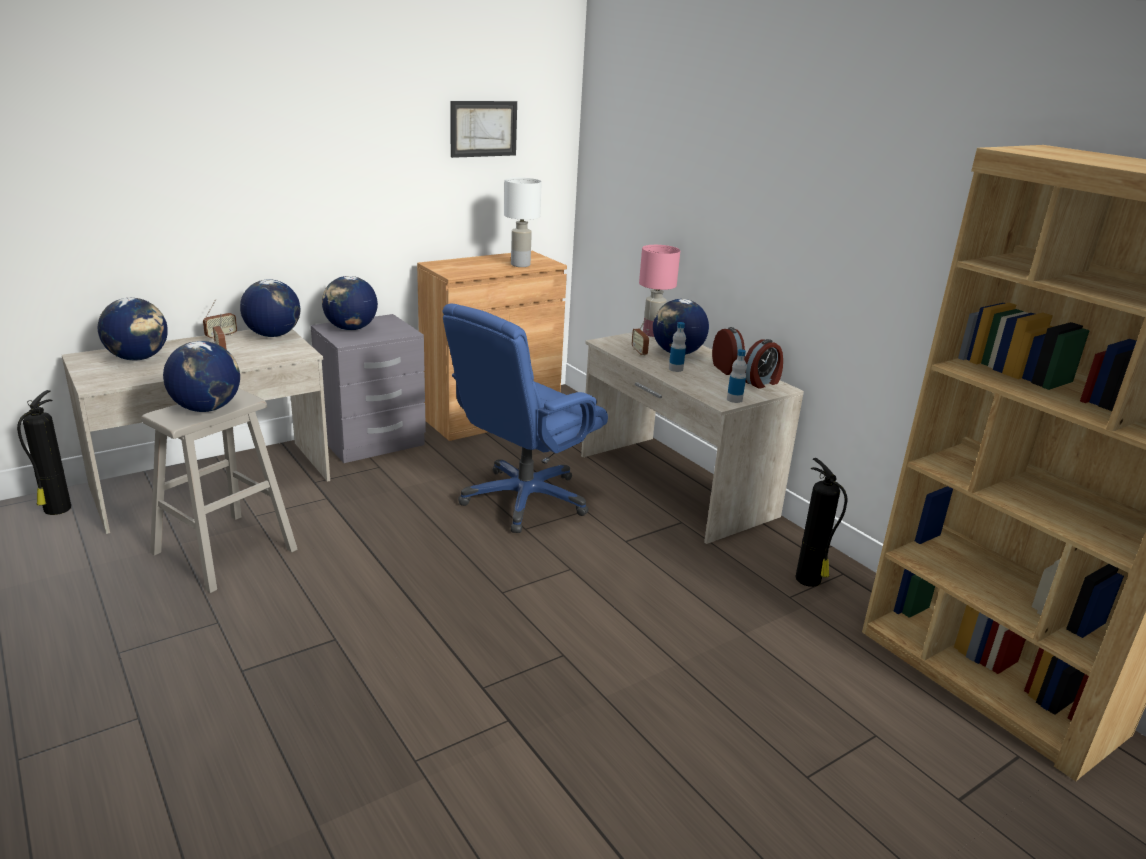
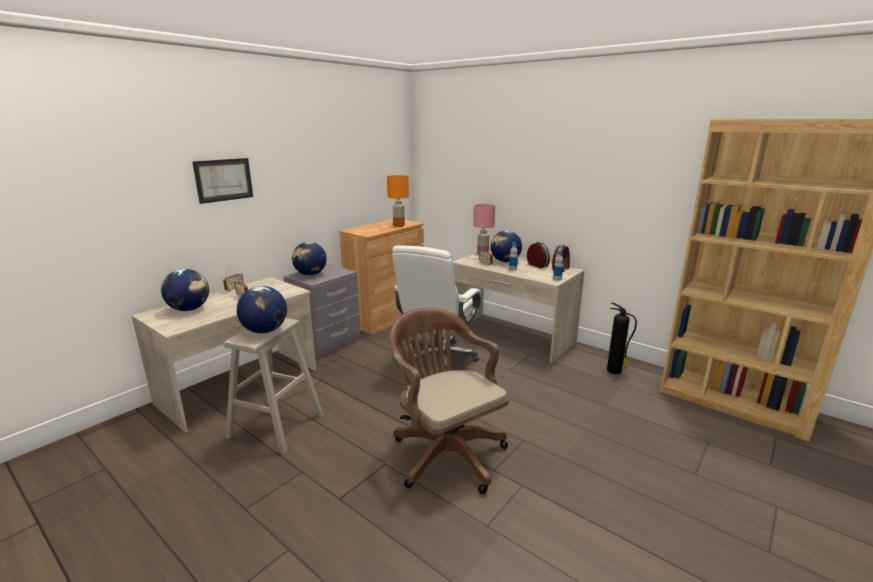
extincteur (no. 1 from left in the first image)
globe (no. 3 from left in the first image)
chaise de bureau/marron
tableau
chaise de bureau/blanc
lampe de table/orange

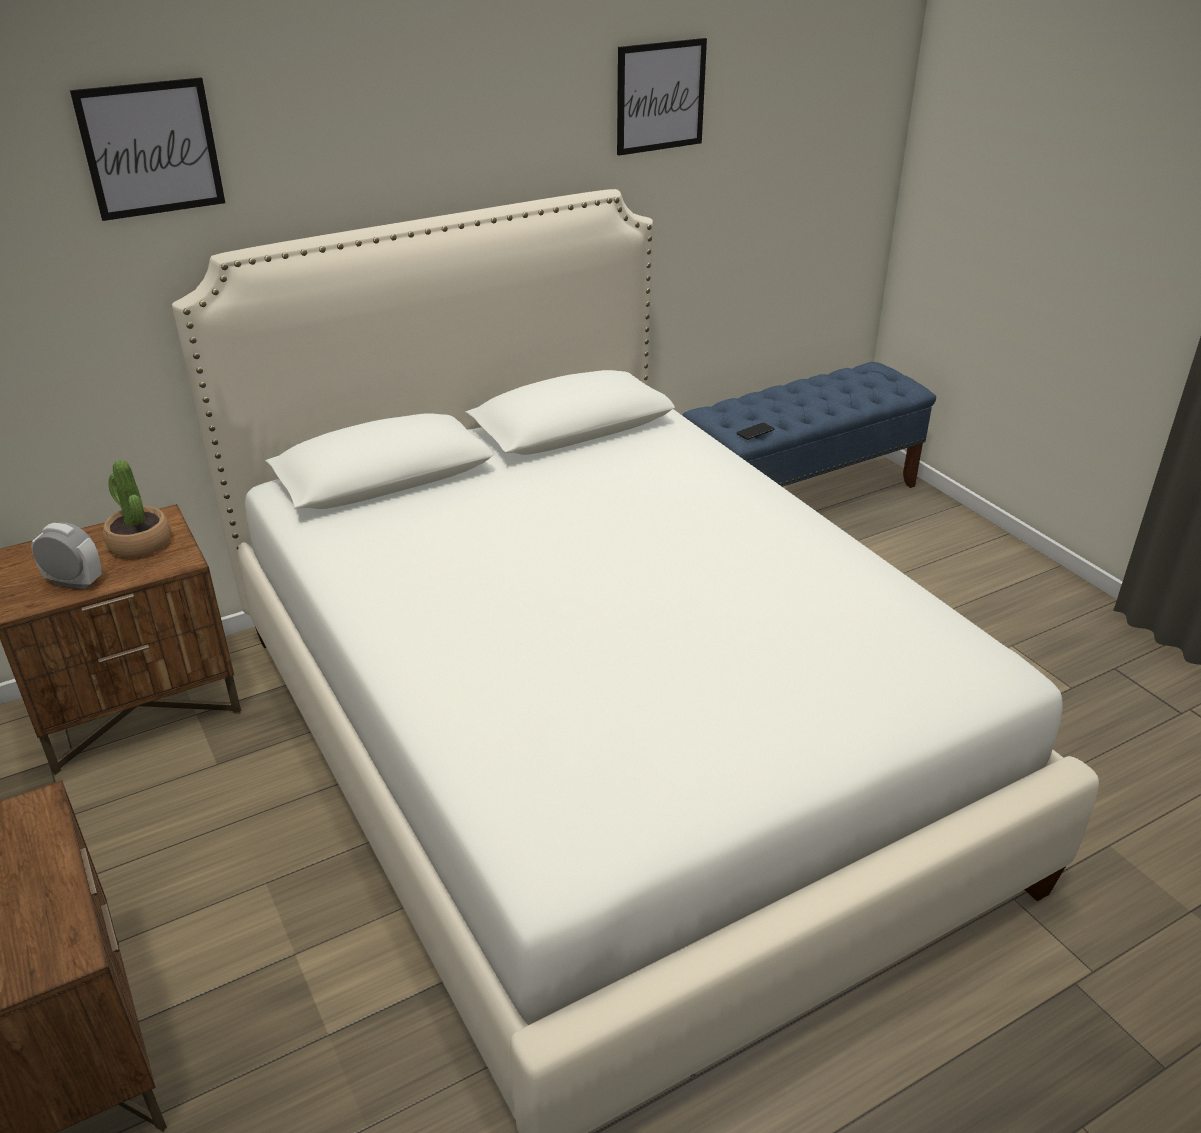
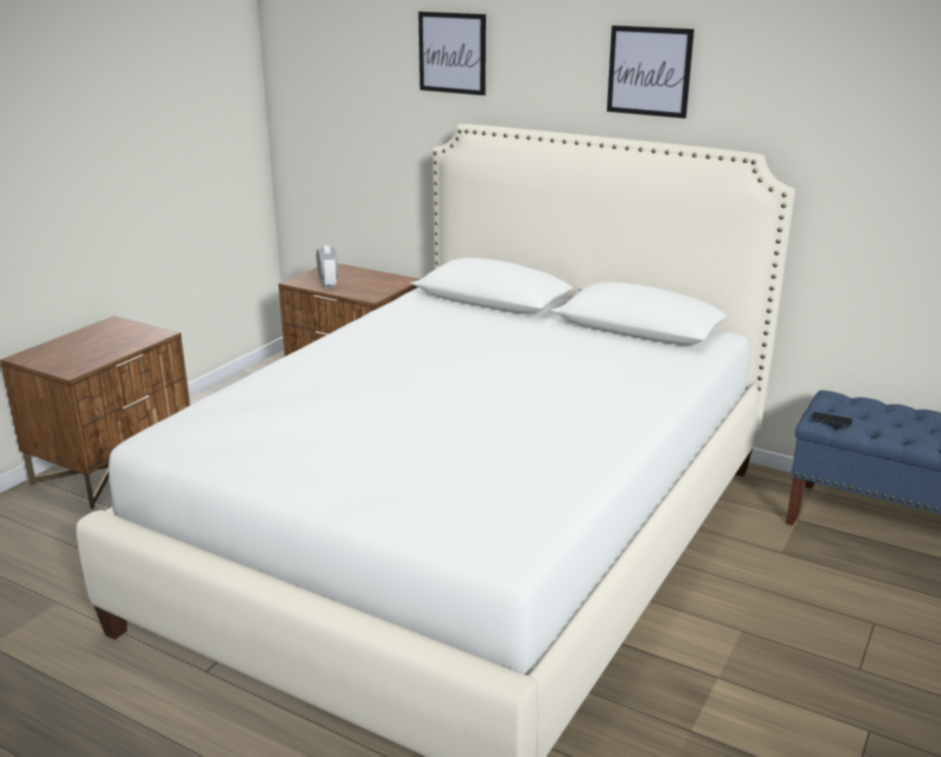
plante en pot
tableau (no. 2 from left)

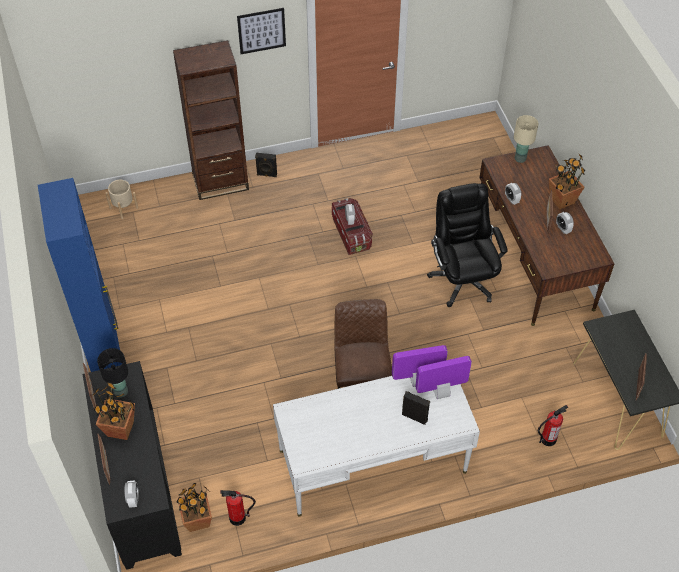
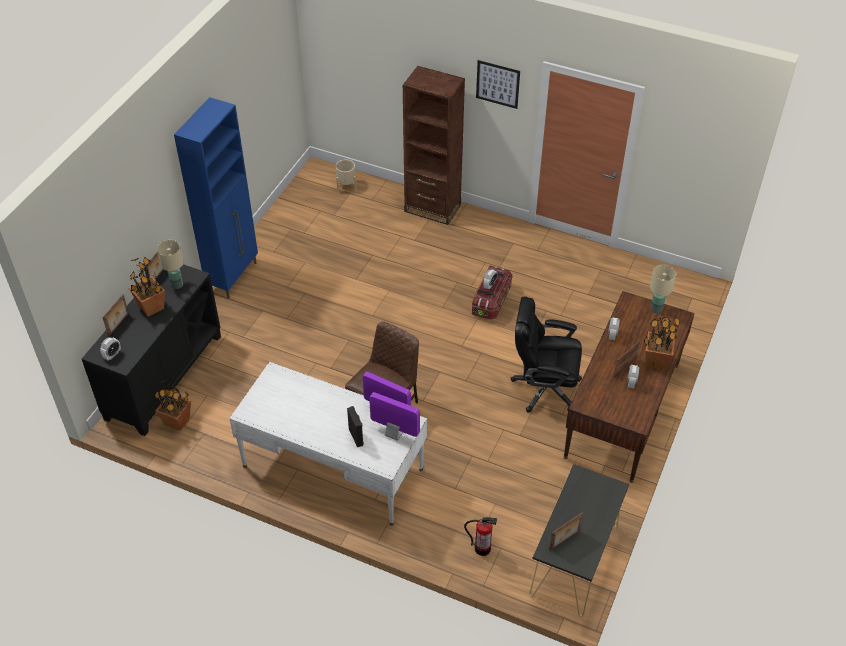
extincteur (no. 1 from left in the first image)
enceinte/noir (no. 1 from left in the first image)
lampe de table/beige (no. 1 from left)
chaise de bureau/noir

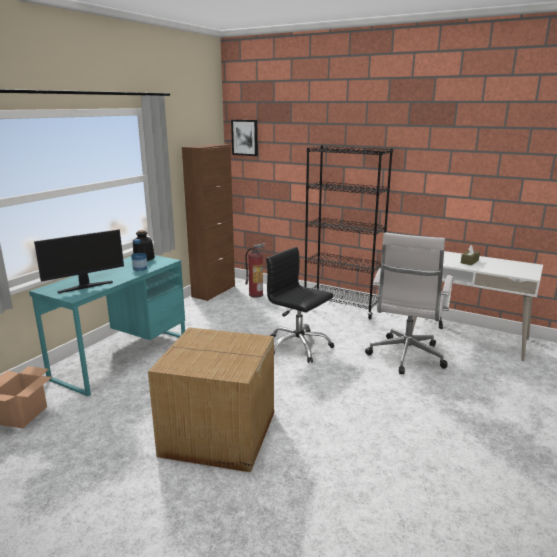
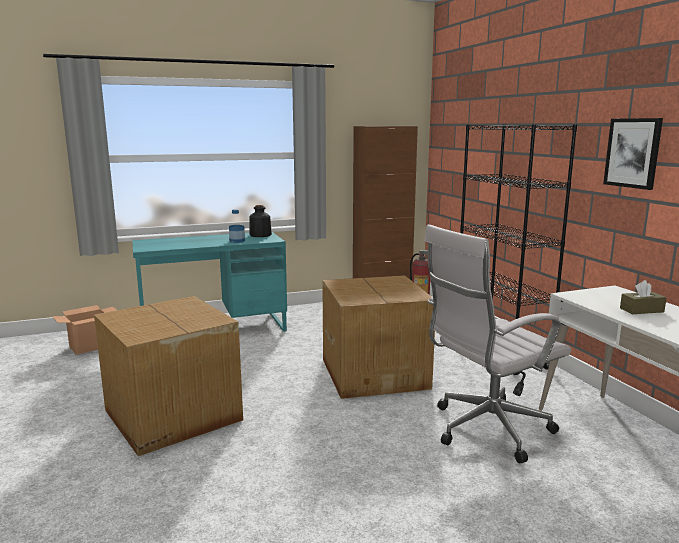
écran d'ordinateur
tableau
carton (no. 3 from left)

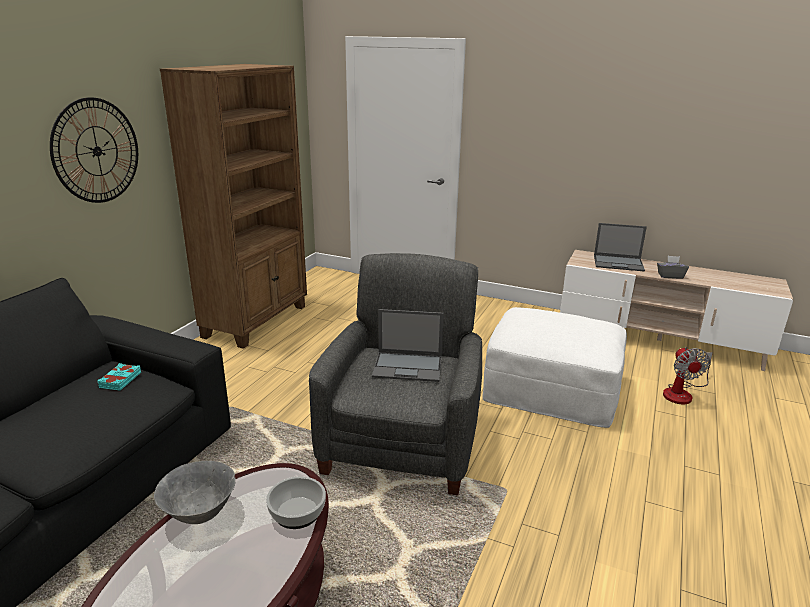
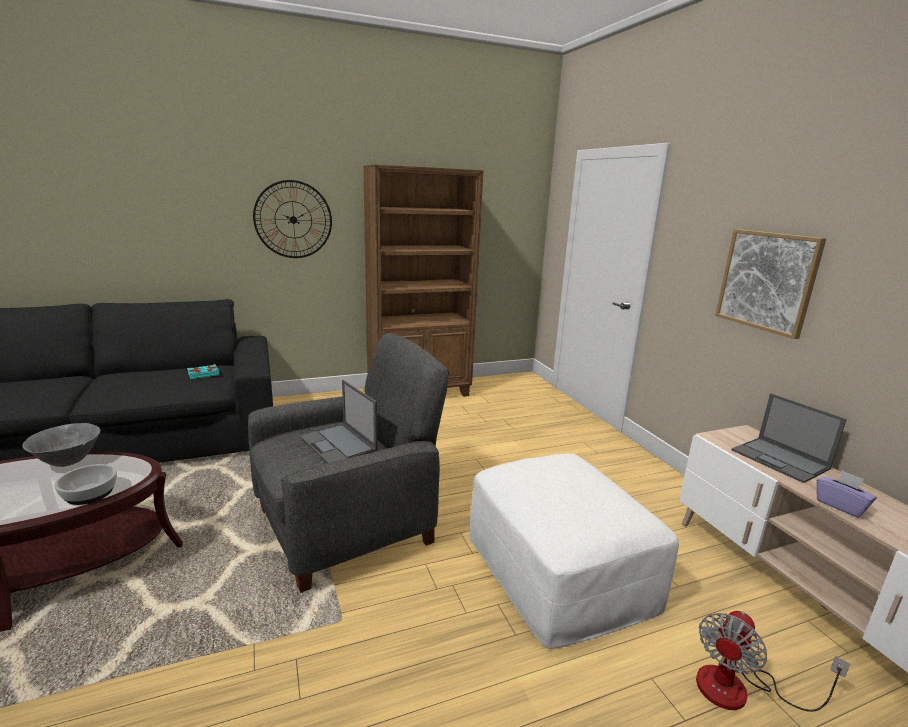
tableau
boîte à mouchoirs/violet

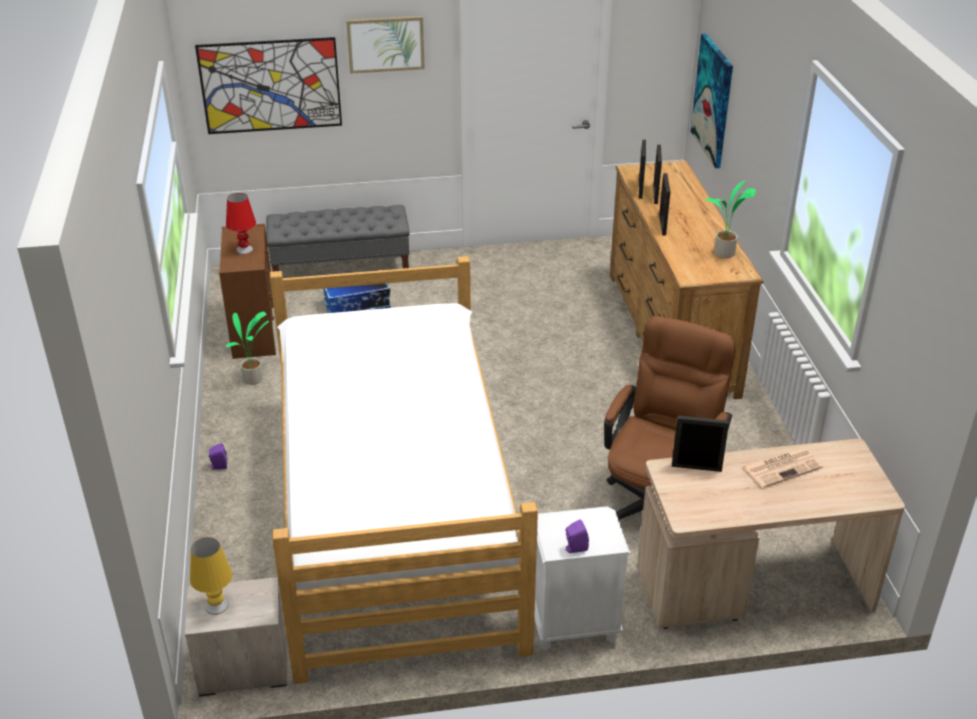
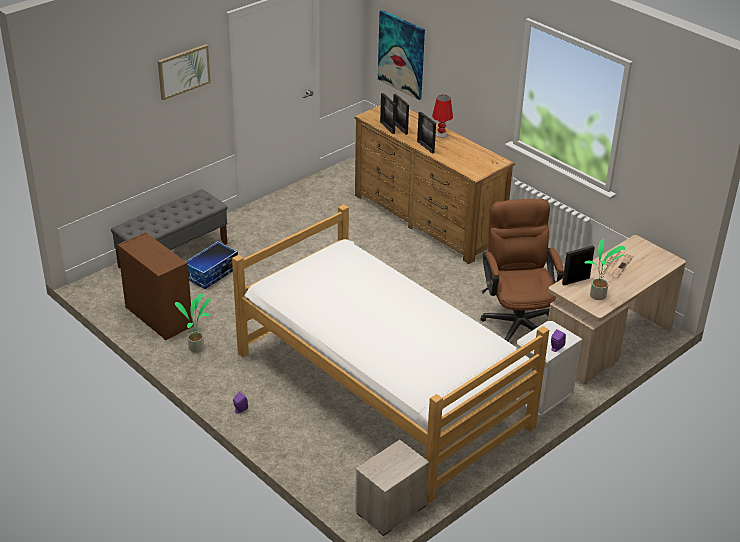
lampe de table/jaune
tableau (no. 1 from left in the first image)
lampe de table/rouge
plante en pot (no. 2 from left)

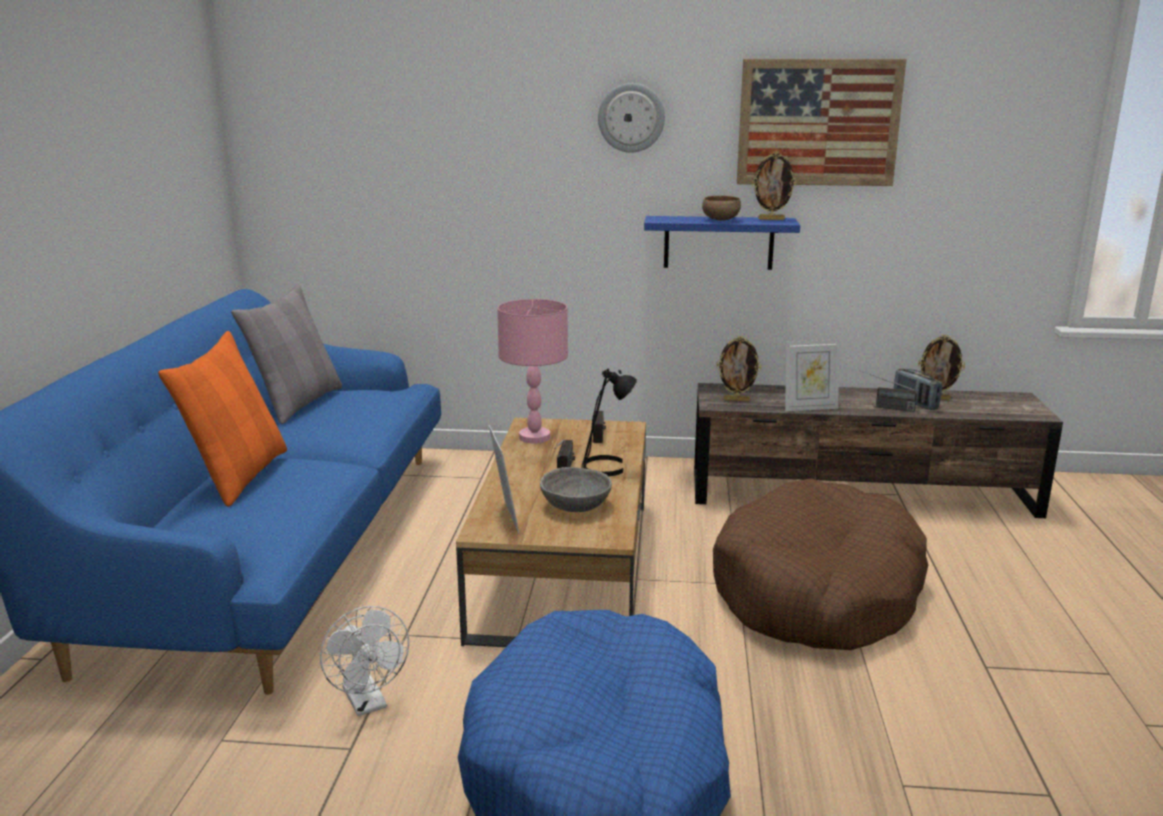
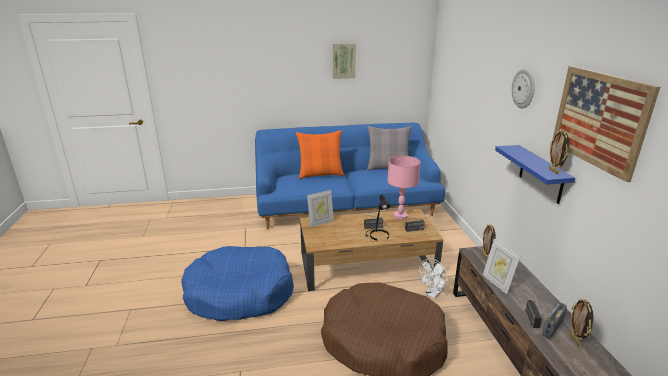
bol/gris
bol/marron
tableau (no. 1 from left)
ventilateur/blanc

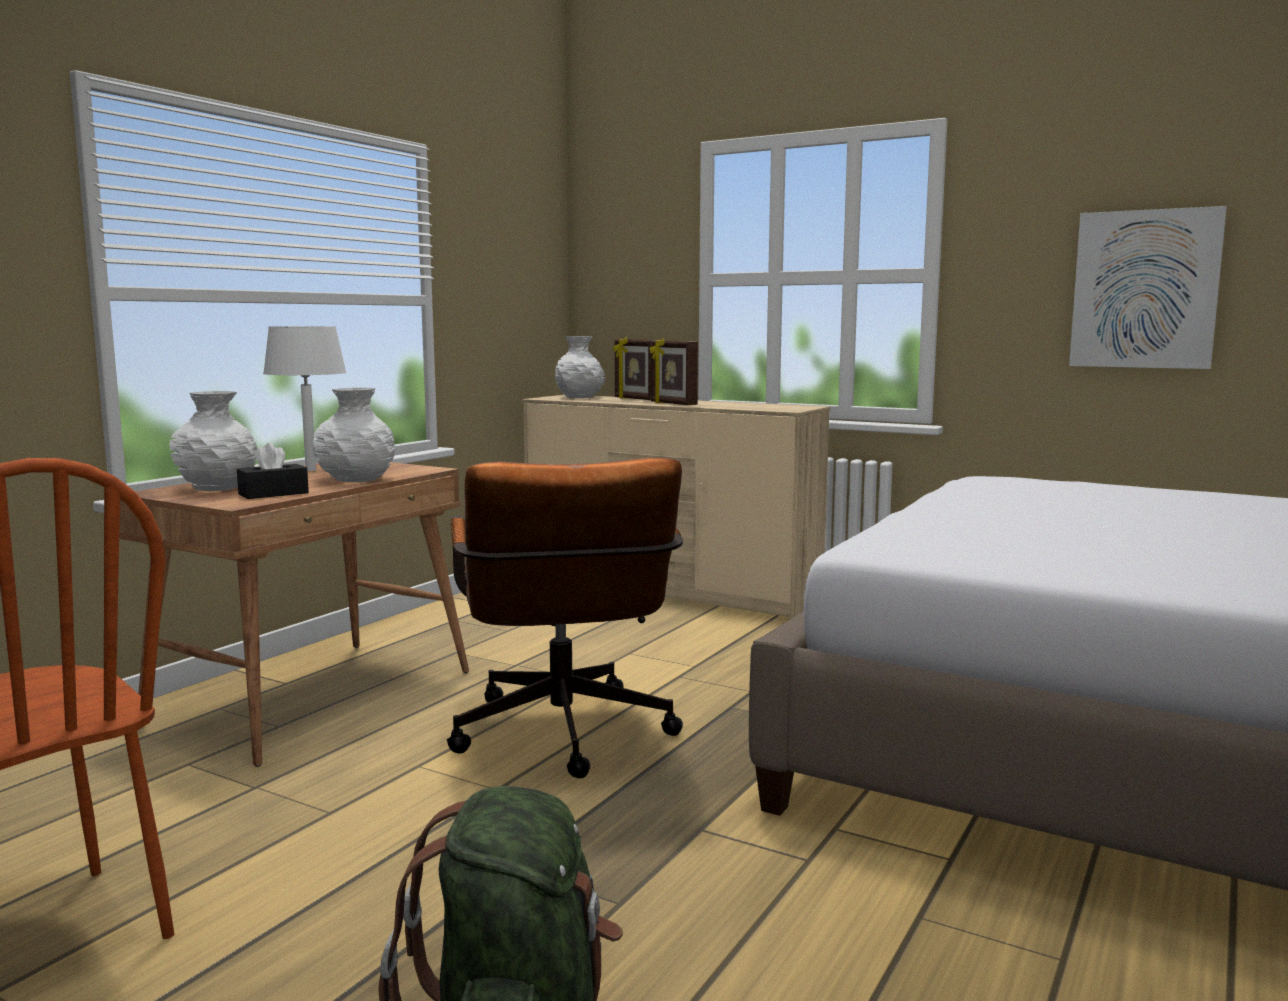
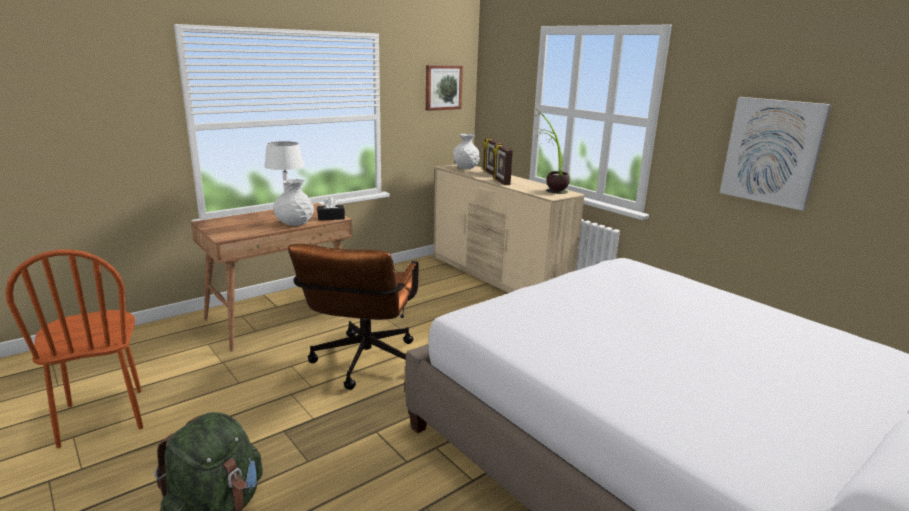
vase/blanc (no. 1 from left in the first image)
tableau (no. 1 from left)
plante en pot
boîte à mouchoirs/noir

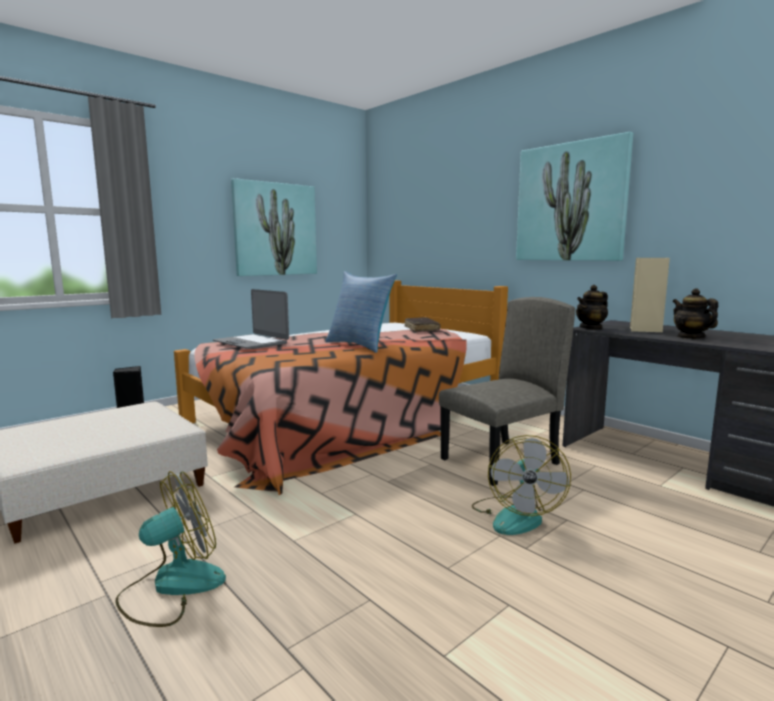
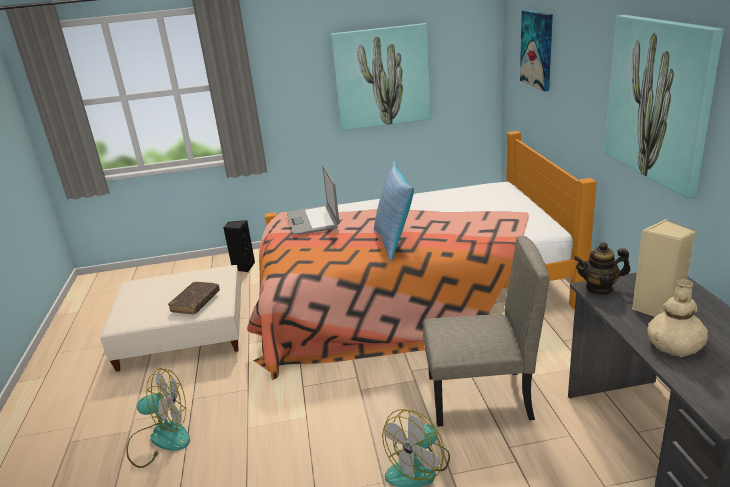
tableau (no. 2 from left)
livre/marron
vase/beige

